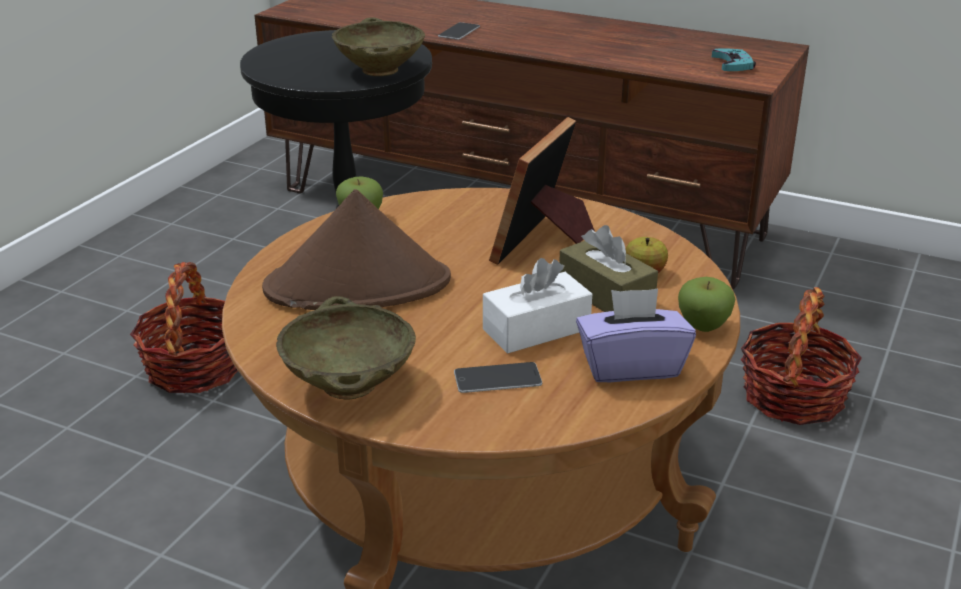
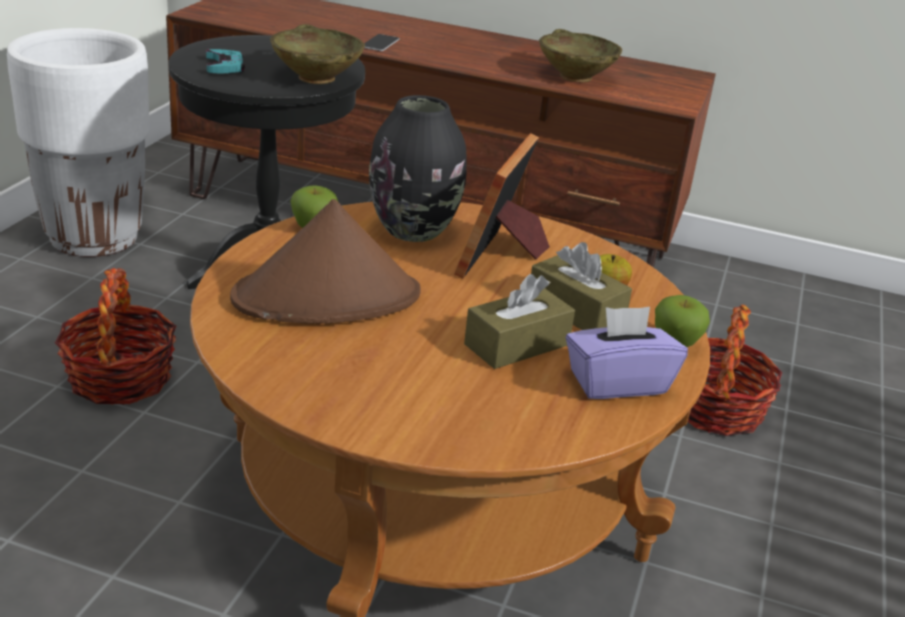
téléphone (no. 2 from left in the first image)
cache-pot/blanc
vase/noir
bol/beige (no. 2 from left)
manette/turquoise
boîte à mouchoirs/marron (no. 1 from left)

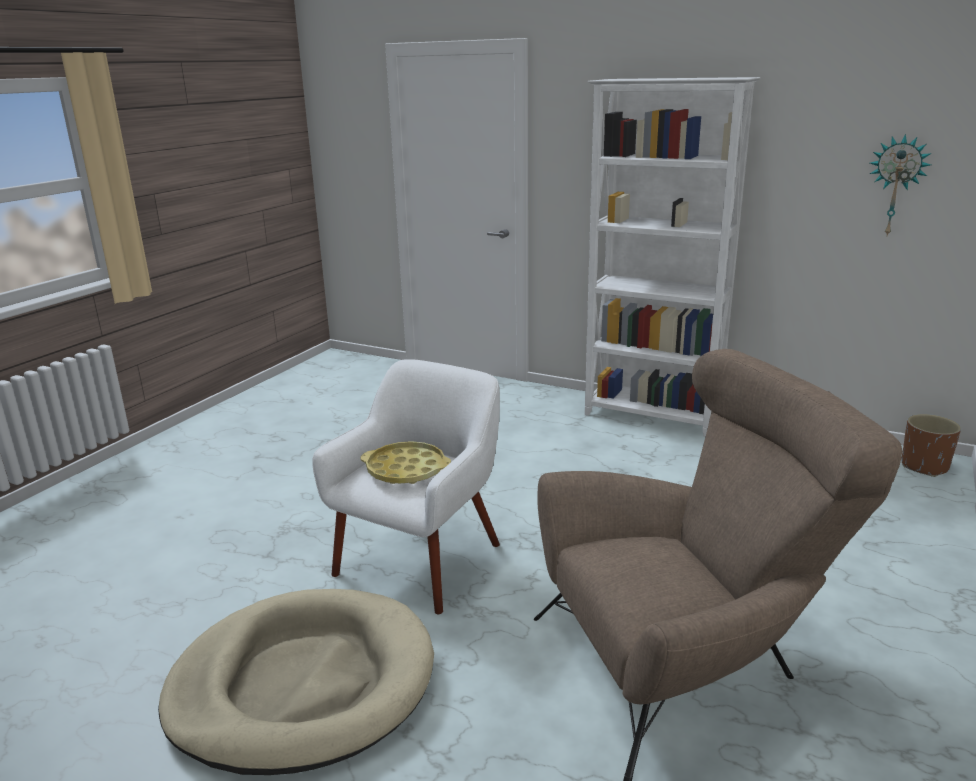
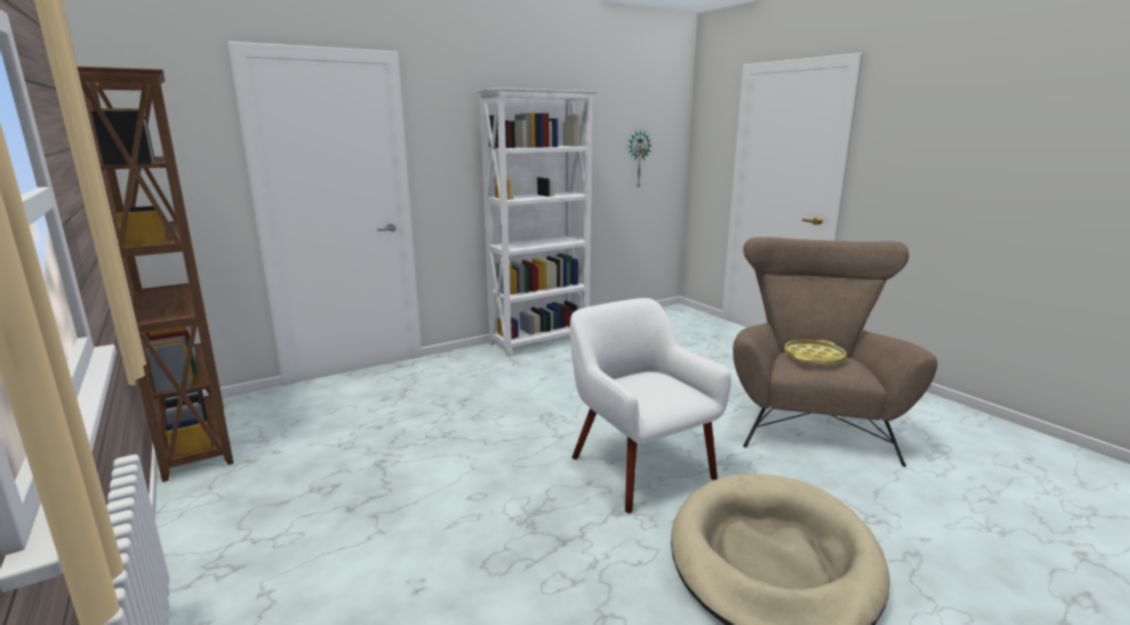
cache-pot/marron
bibliothèque/marron
plateau/jaune

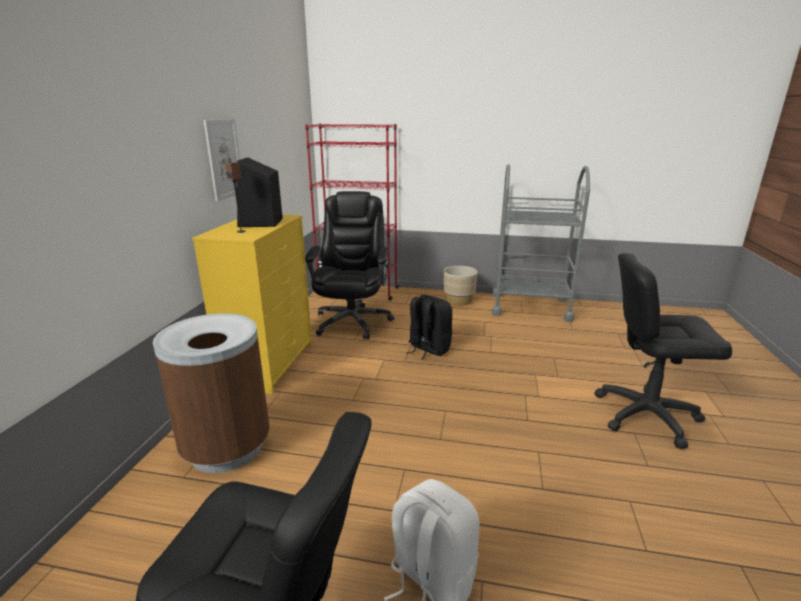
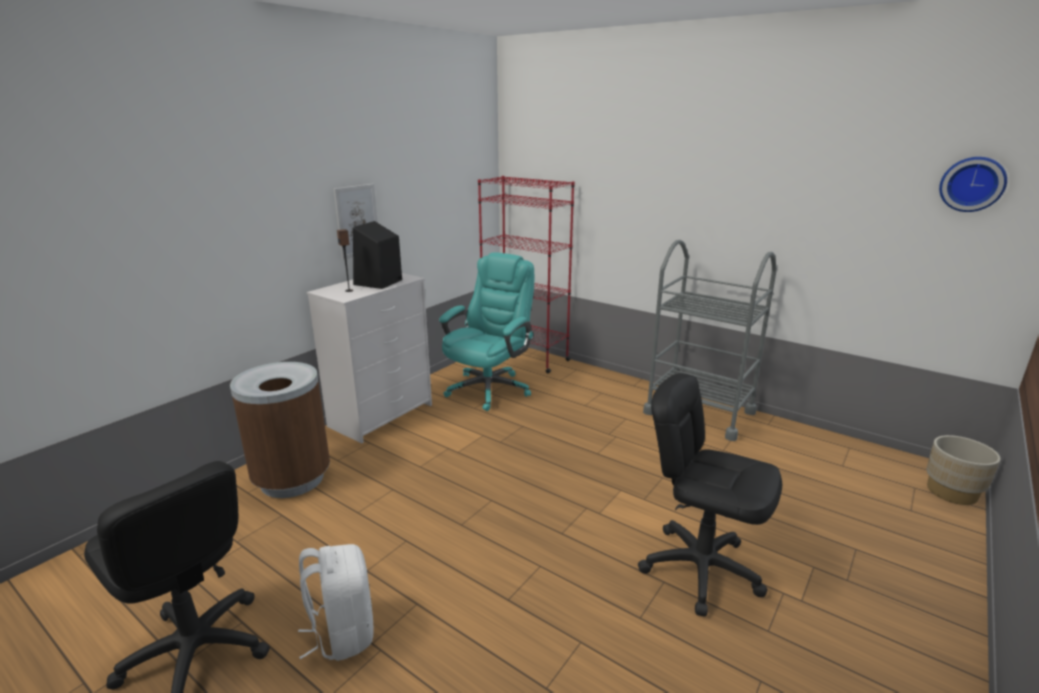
sac à dos/noir
horloge murale
cache-pot/beige
commode/blanc
chaise de bureau/turquoise

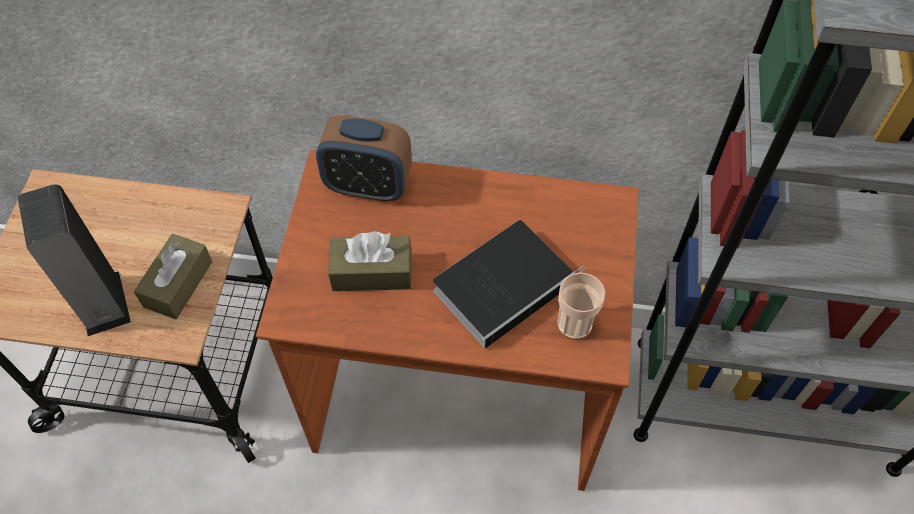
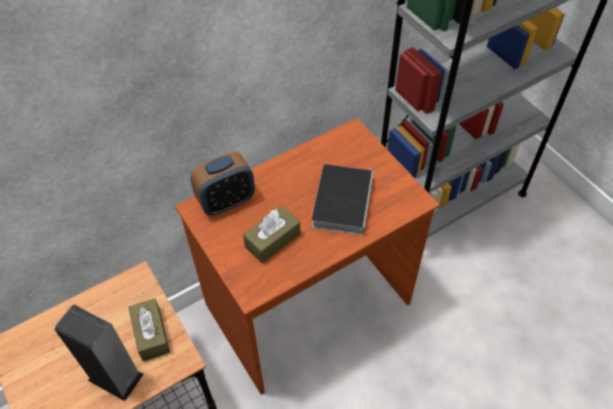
tasse

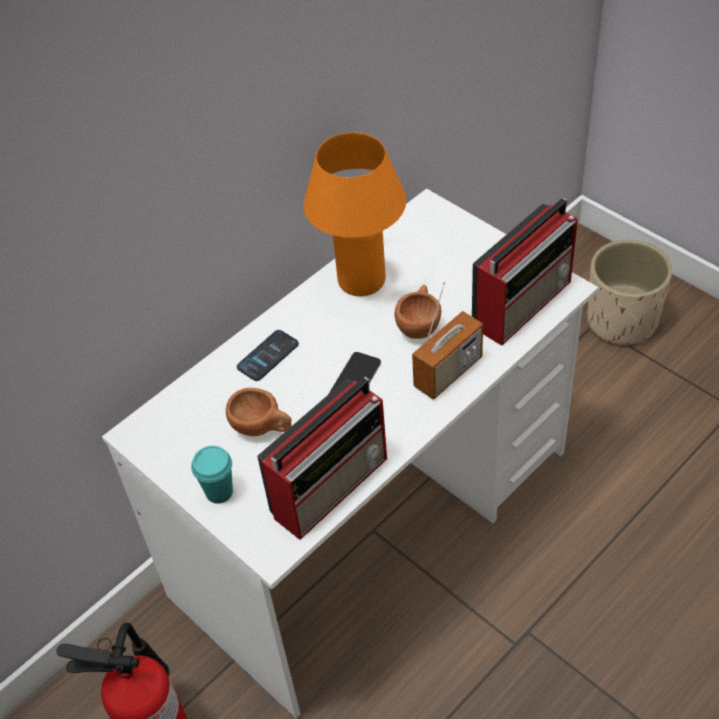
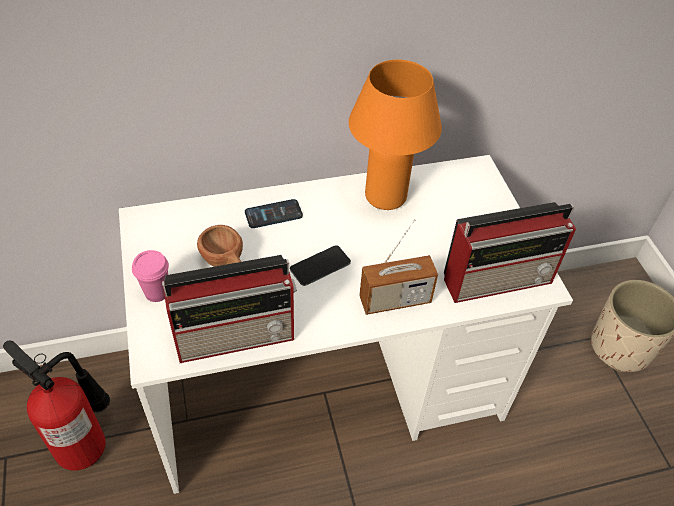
tasse/marron (no. 2 from left in the first image)
tasse/rose

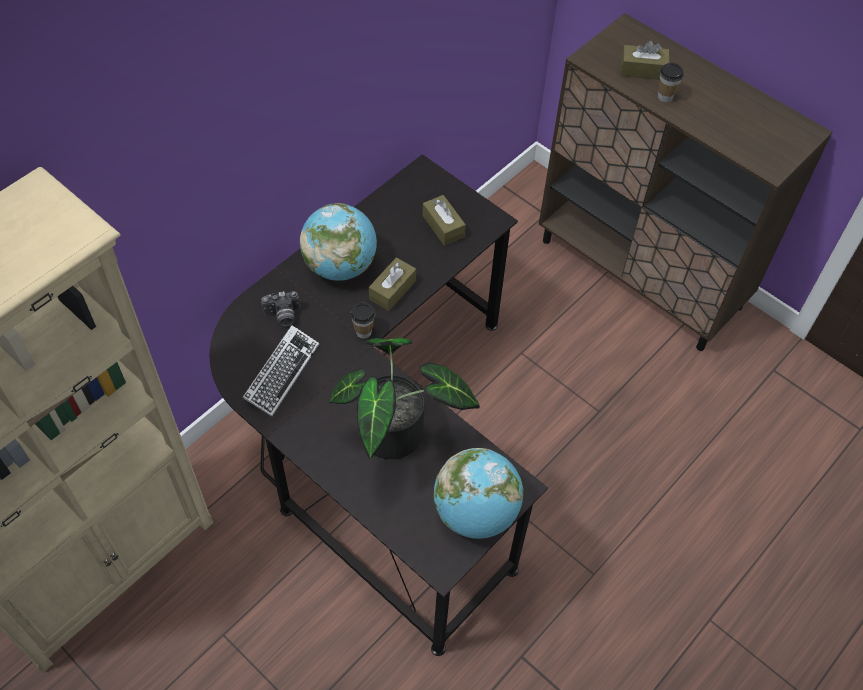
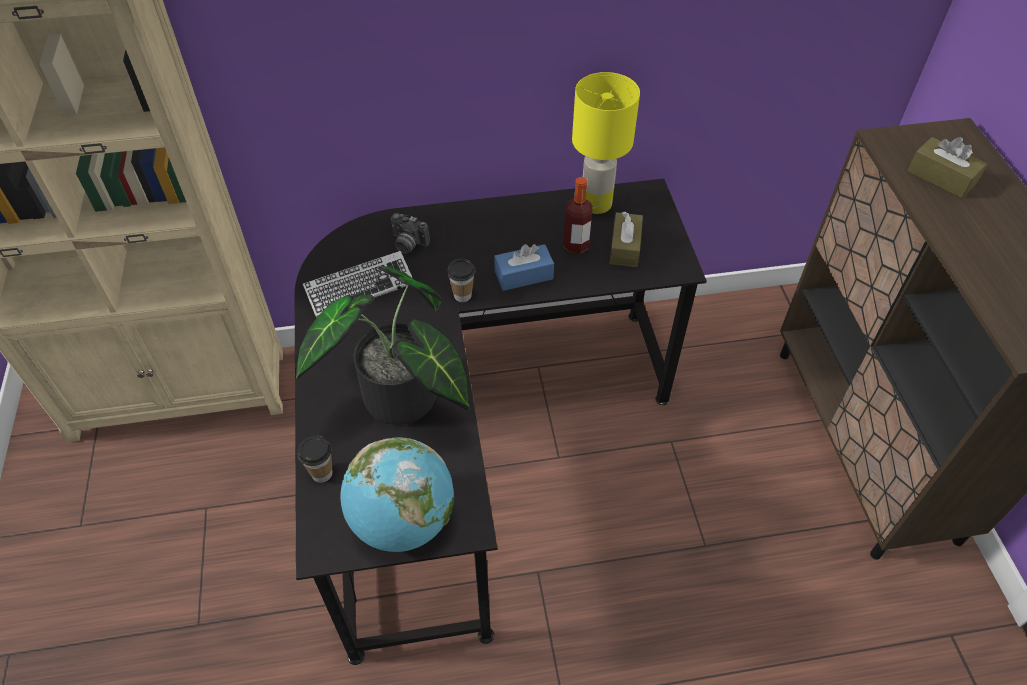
globe (no. 1 from left in the first image)
bouteille
lampe de table/jaune
tasse (no. 1 from left)
boîte à mouchoirs/bleu

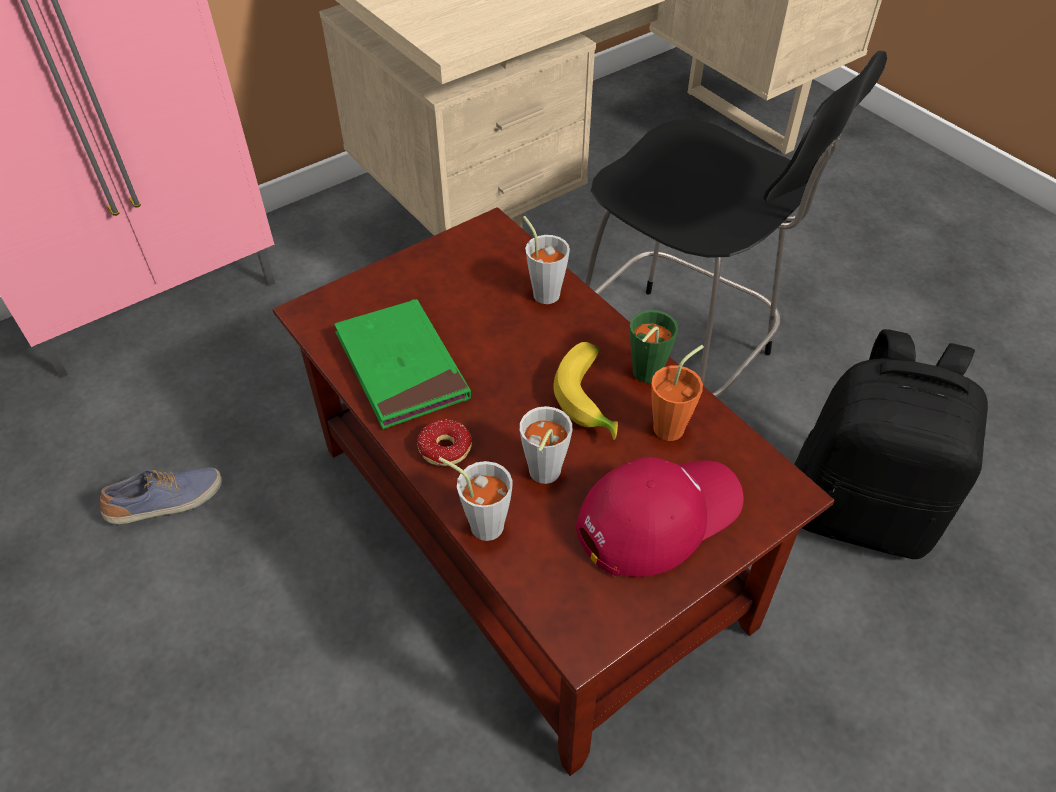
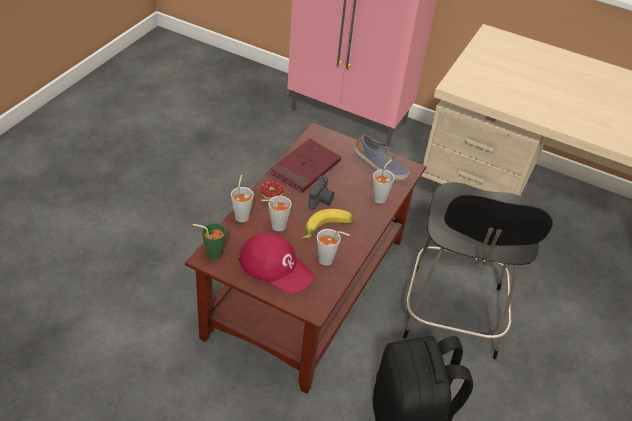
appareil photo
chaussure
tasse/vert
livre/rouge
tasse/gris (no. 3 from left)

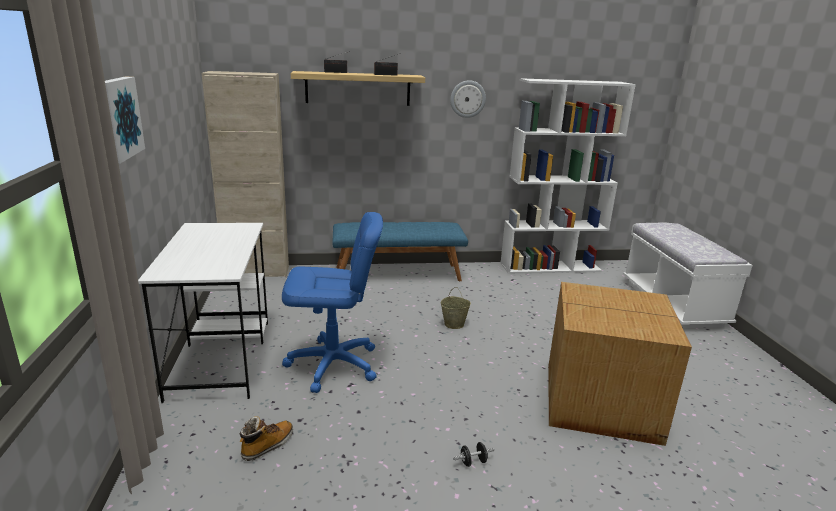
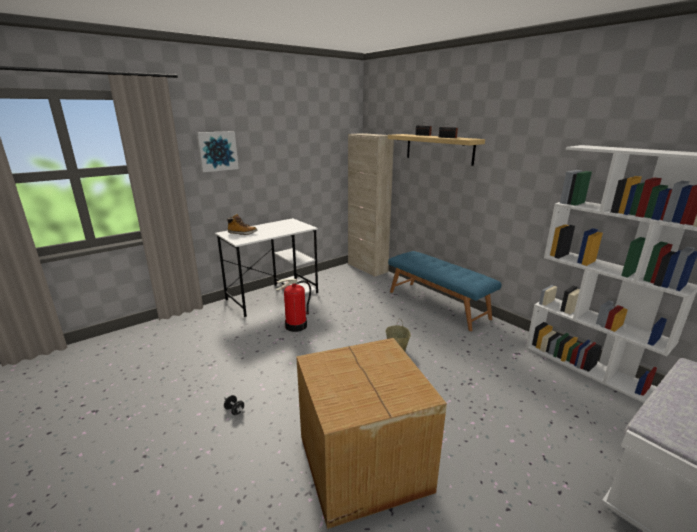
horloge murale
botte
extincteur

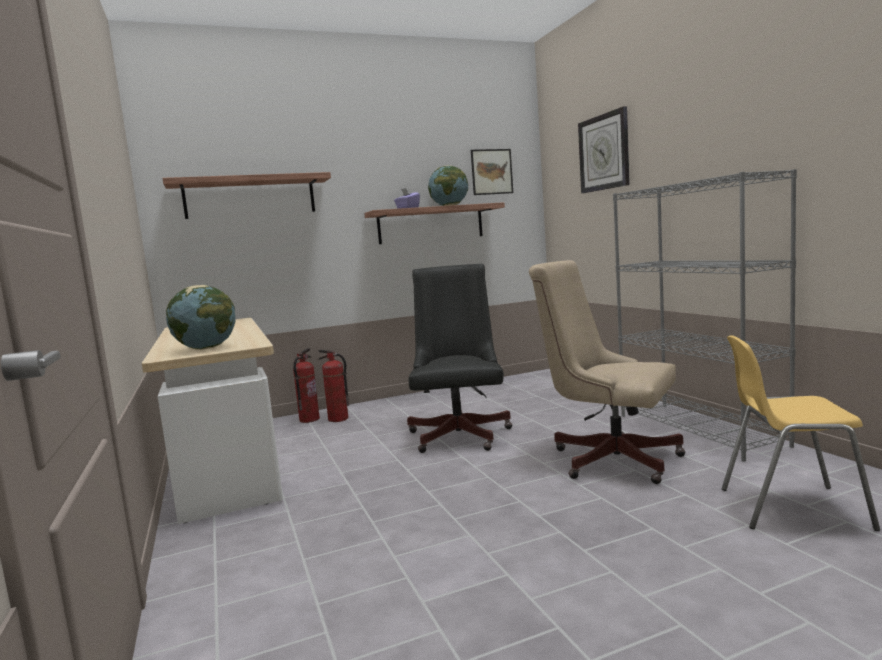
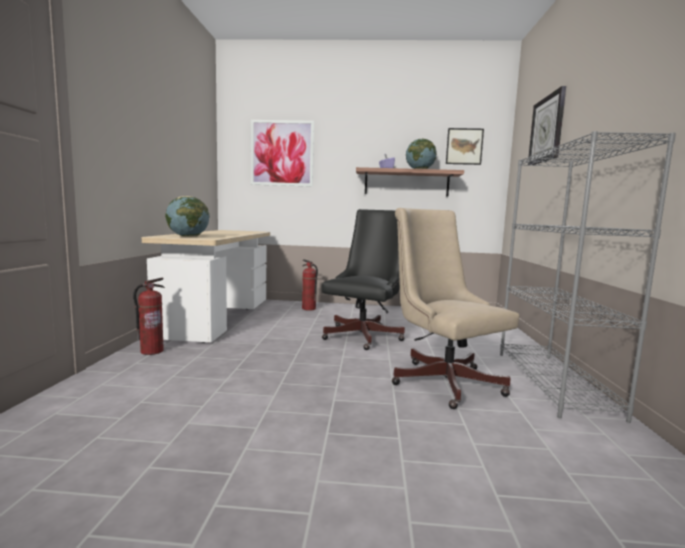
chaise/jaune
extincteur (no. 1 from left)
tableau (no. 1 from left)

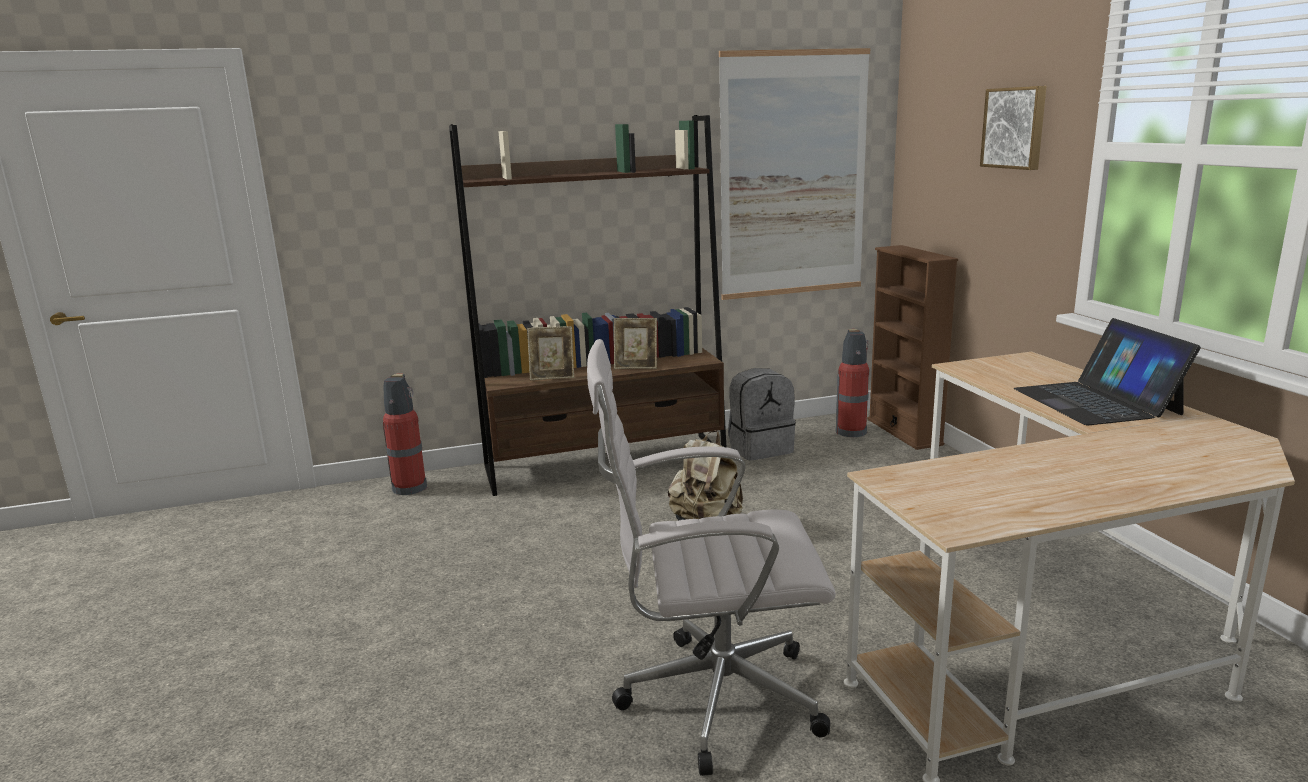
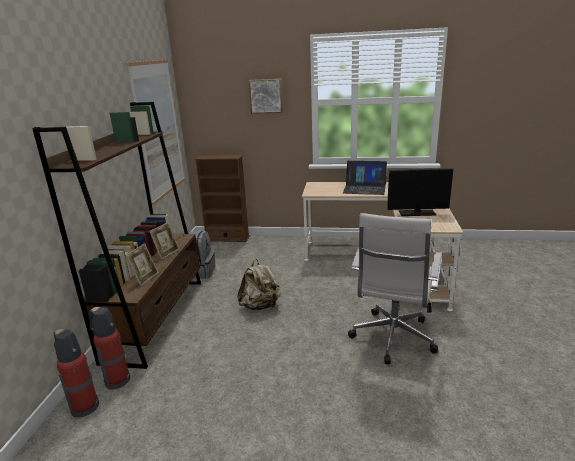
écran d'ordinateur
extincteur (no. 2 from left)

